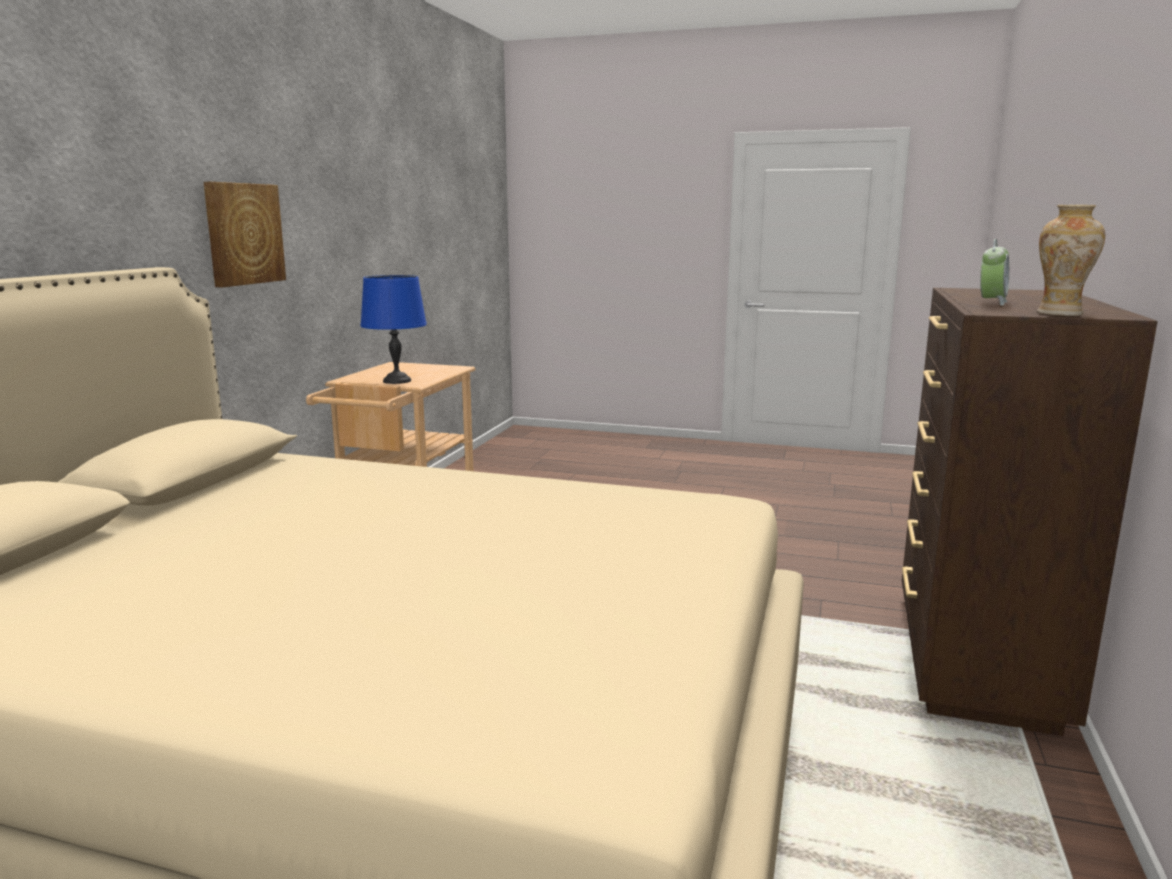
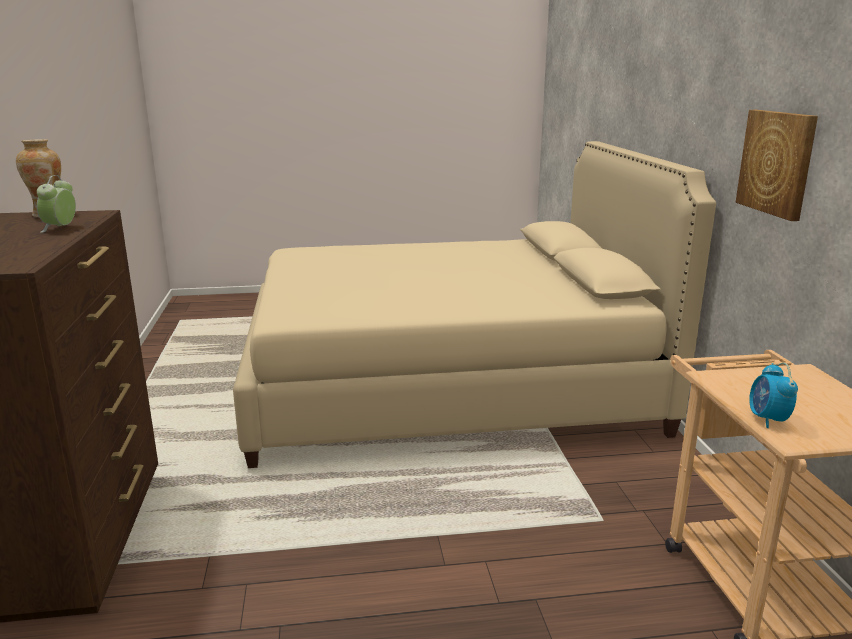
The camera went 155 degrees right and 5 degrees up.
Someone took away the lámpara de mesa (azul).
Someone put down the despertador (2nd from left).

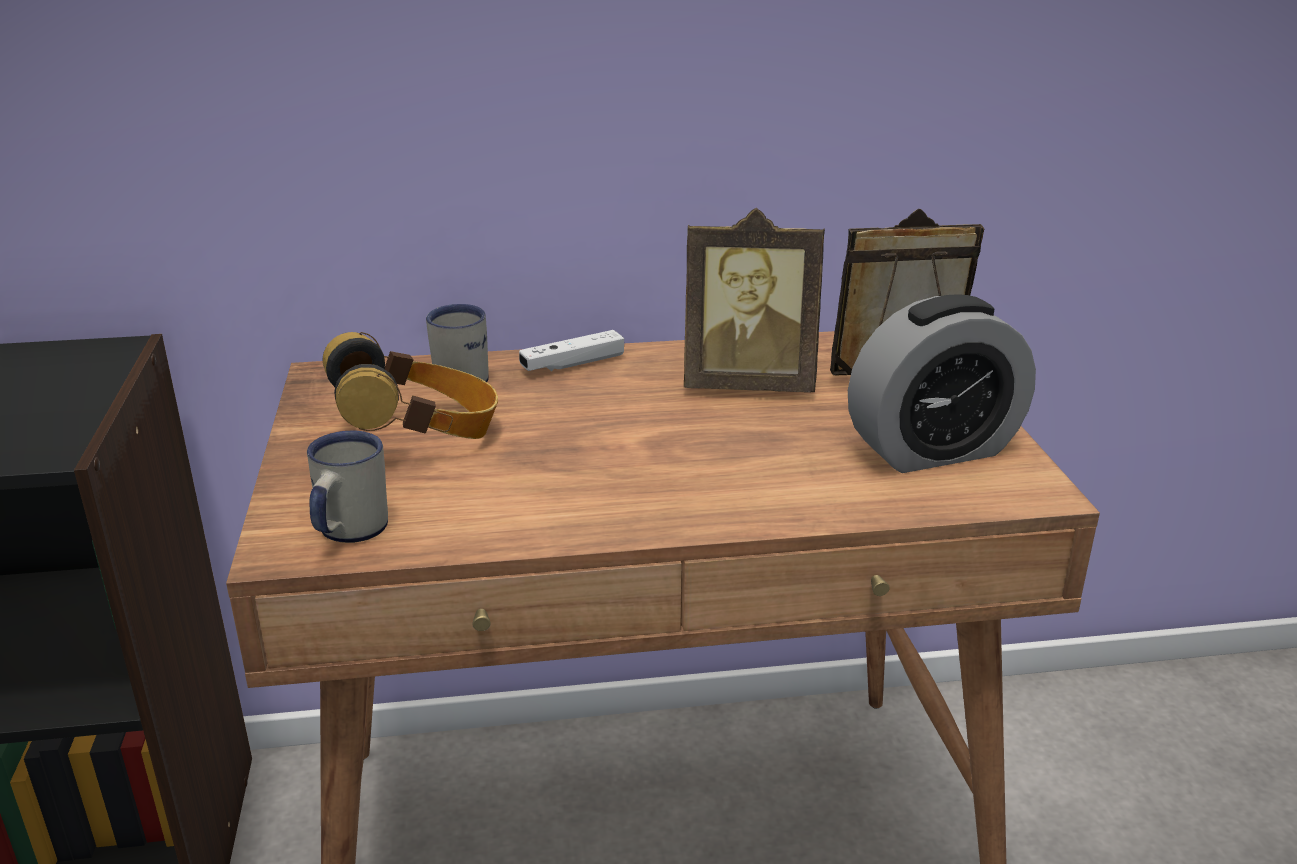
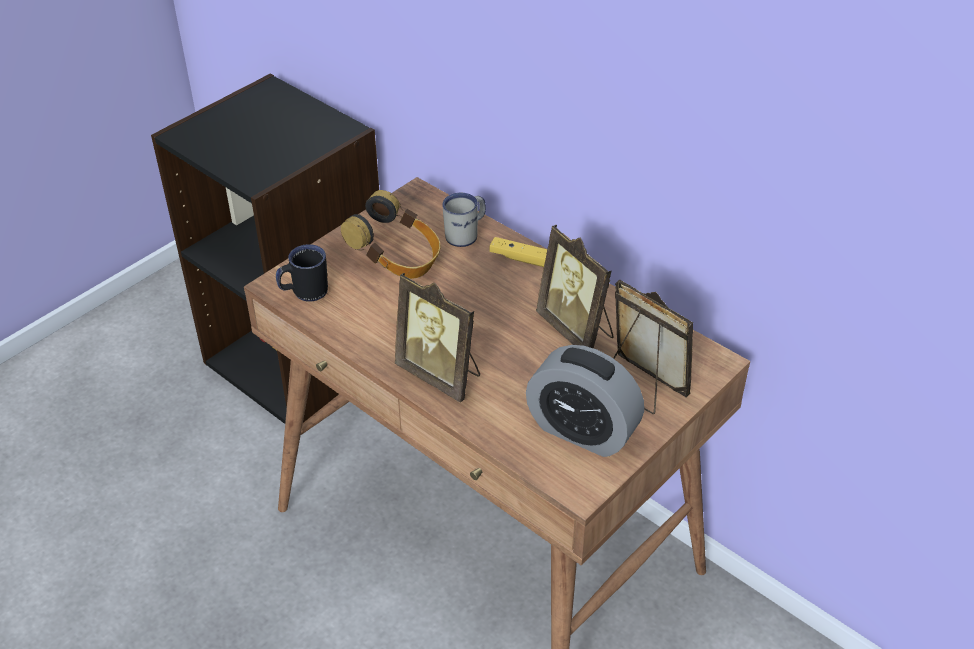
The camera went 50 degrees right and 15 degrees up.
Someone repainted the taza grande (blanco) (1st from left), which became the taza grande (negro).
Someone repainted the mando de consola (blanco), which became the mando de consola (amarillo).
Someone put down the portarretratos (1st from left).

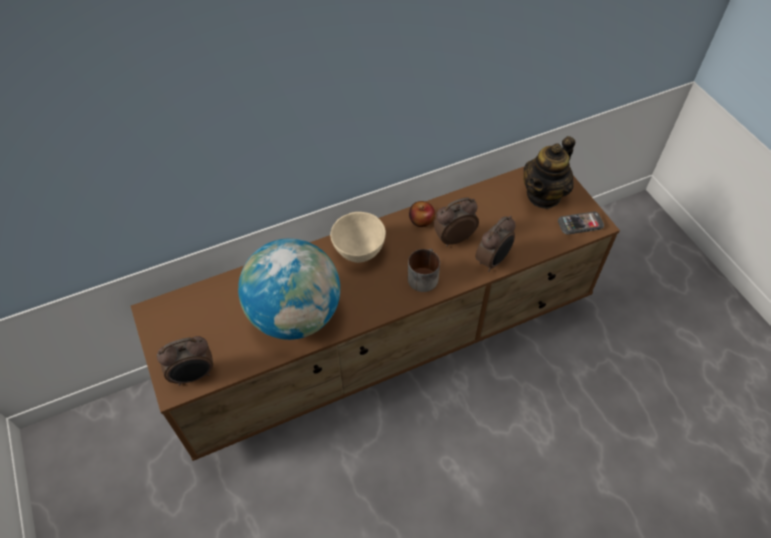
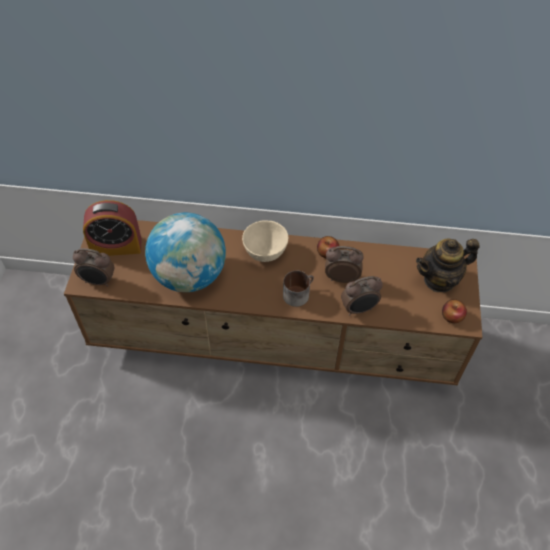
The camera went 30 degrees right and 0 degrees up.
Someone swapped the móvil for the manzana (2nd from left).
Someone put down the despertador (2nd from left).

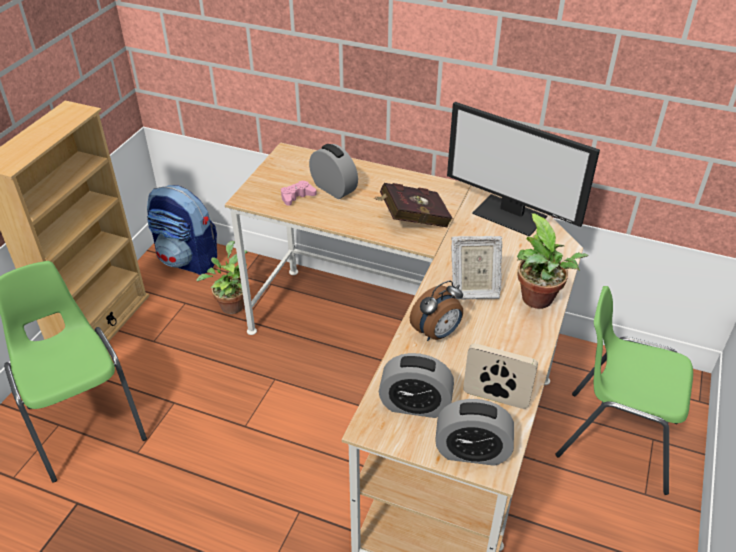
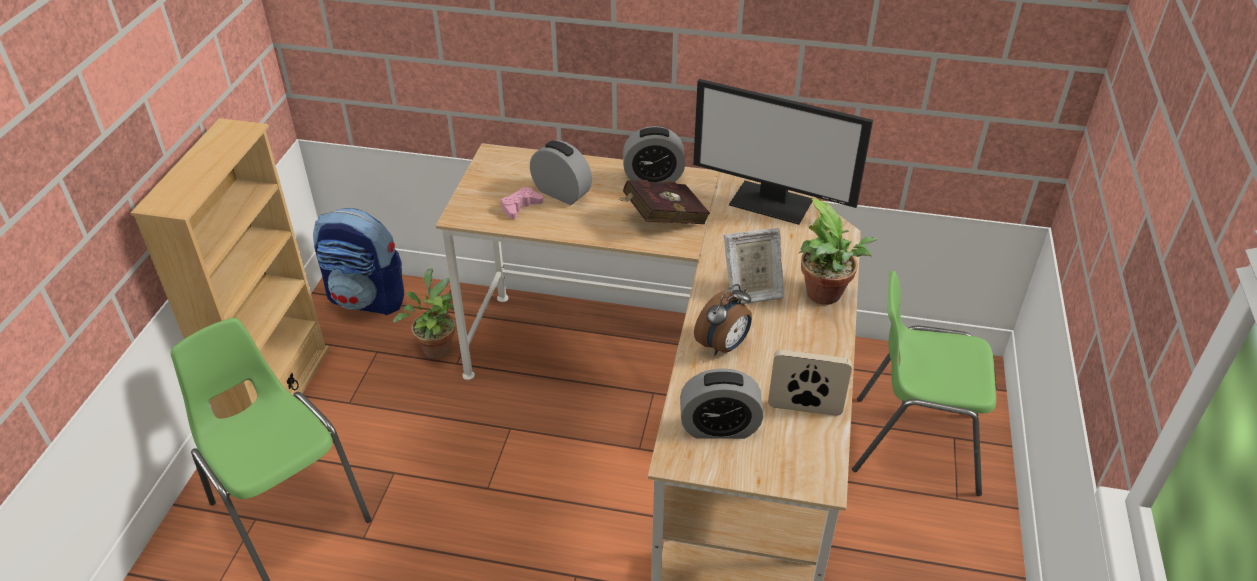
The camera went 10 degrees left and 0 degrees up.
Someone carried the despertador (4th from left in the first image).

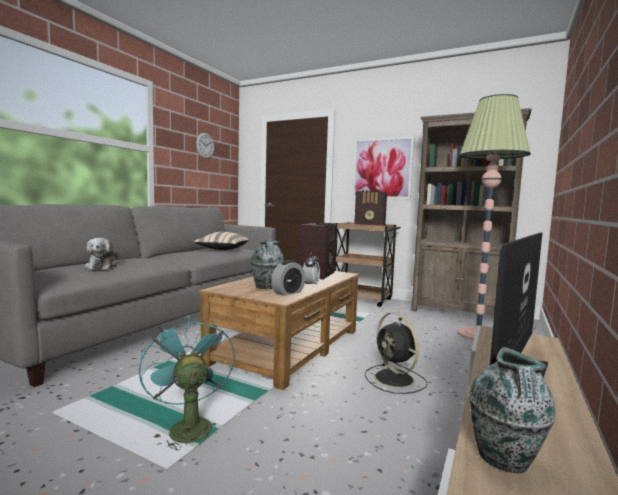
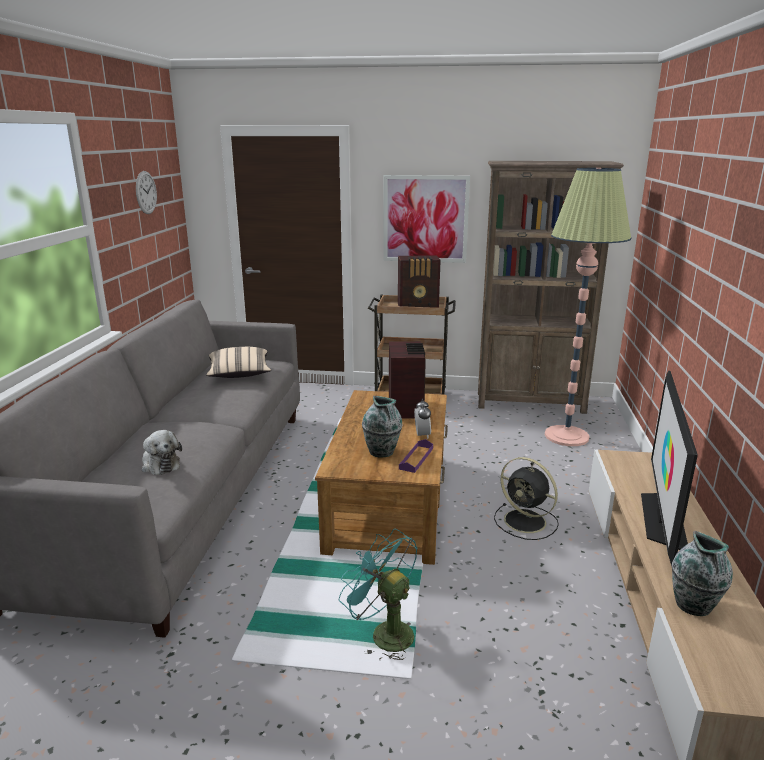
The camera went 20 degrees left and 15 degrees up.
Someone swapped the despertador (1st from left) for the bandeja (morado).

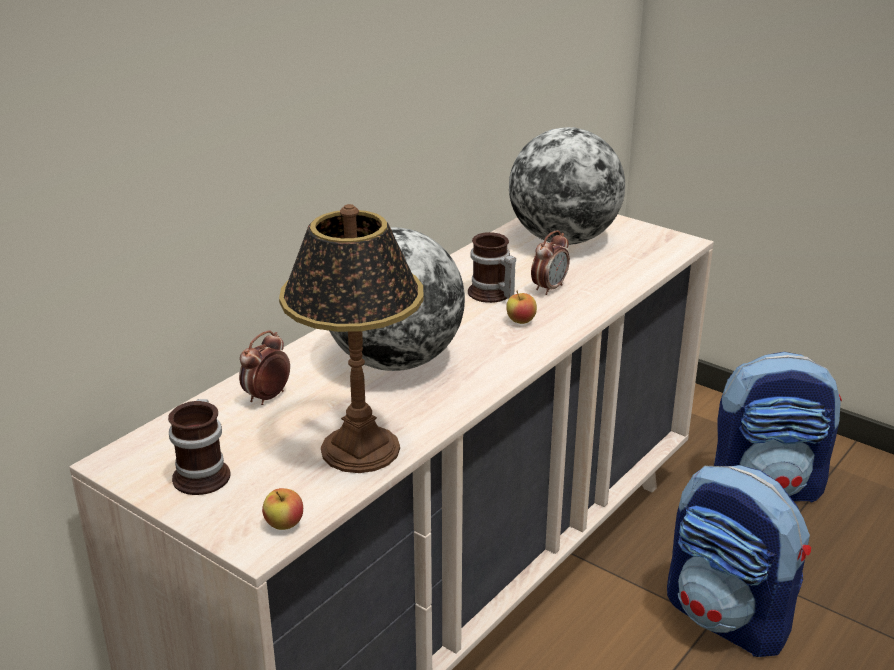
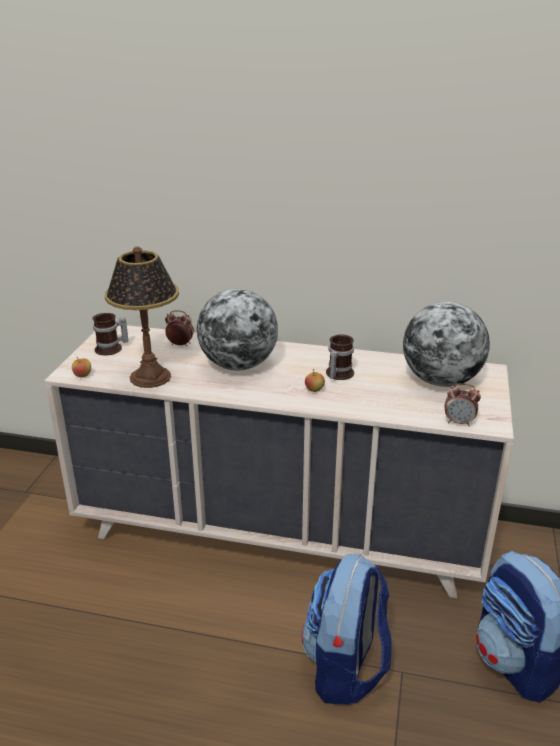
The camera went 65 degrees right and 0 degrees up.
Someone carried the despertador (2nd from left).

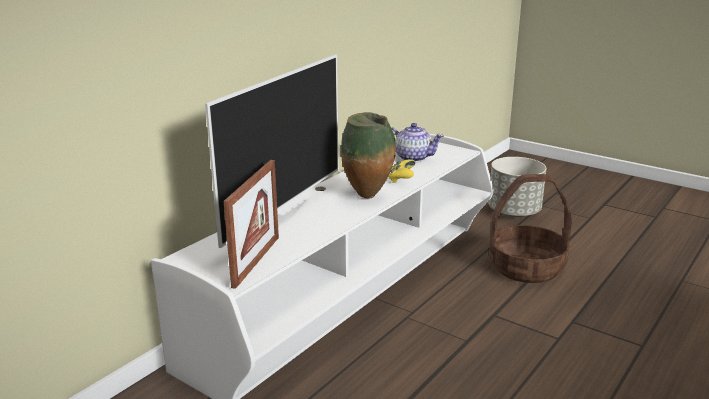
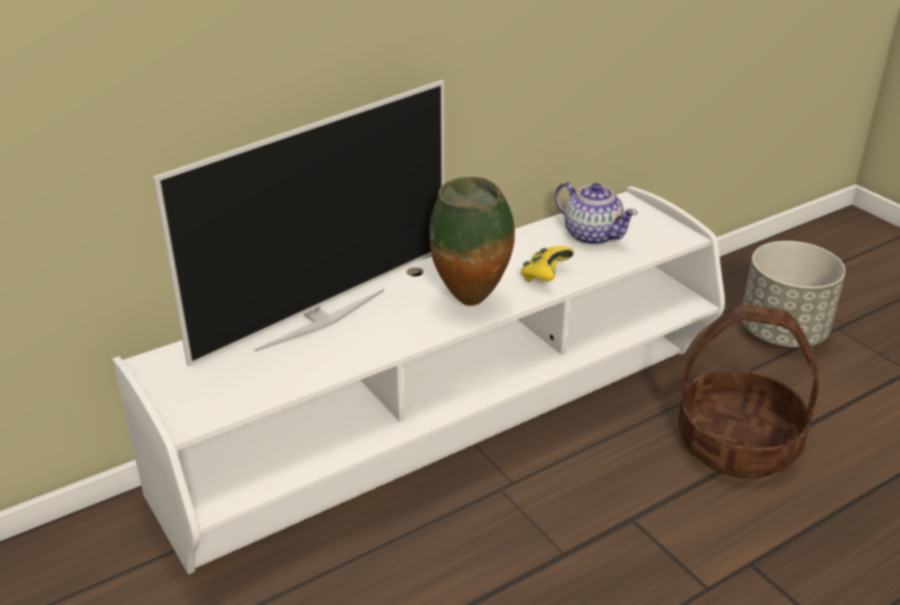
The camera went 20 degrees right and 10 degrees up.
Someone took away the portarretratos.

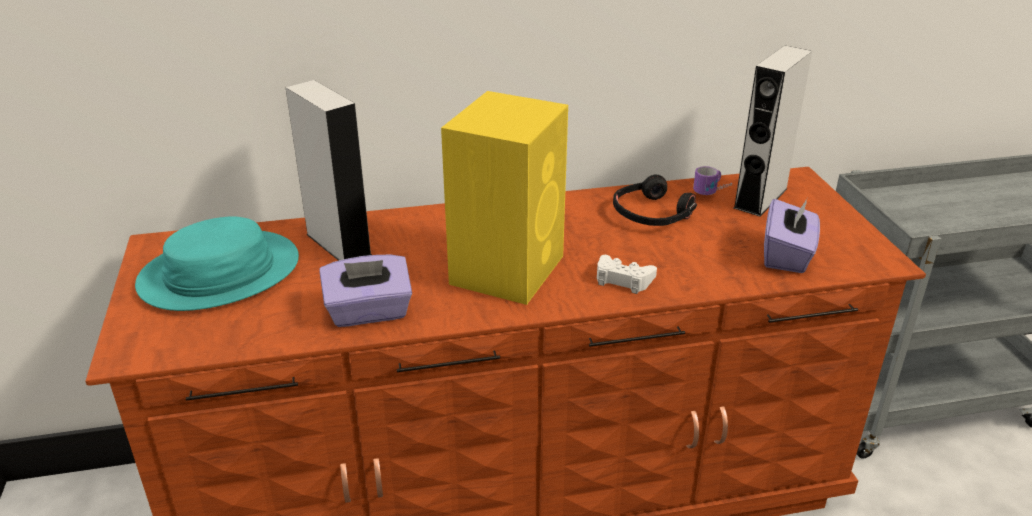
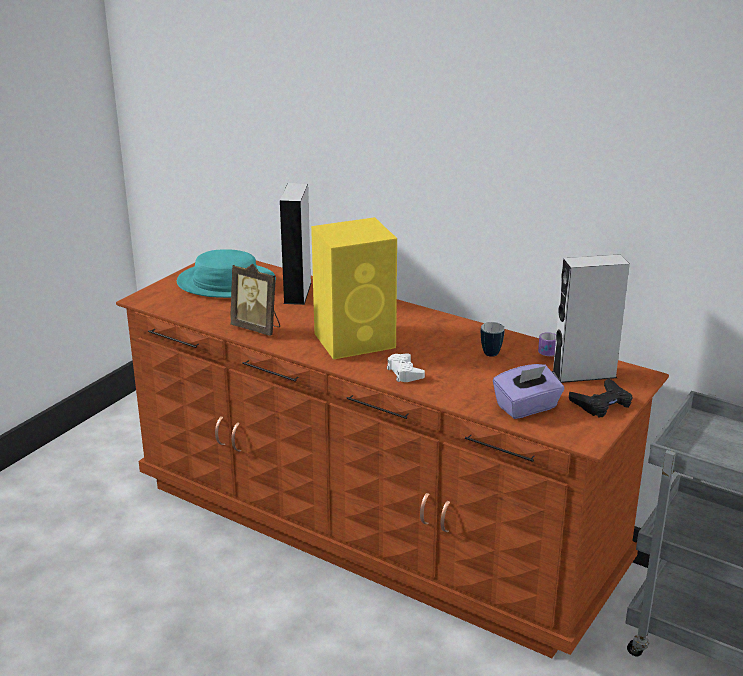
The camera went 45 degrees right and 5 degrees down.
Someone swapped the caja de pañuelos (morado) (1st from left) for the portarretratos.
Someone swapped the auriculares (negro) for the taza grande (1st from left).
Someone put down the mando de consola (negro).

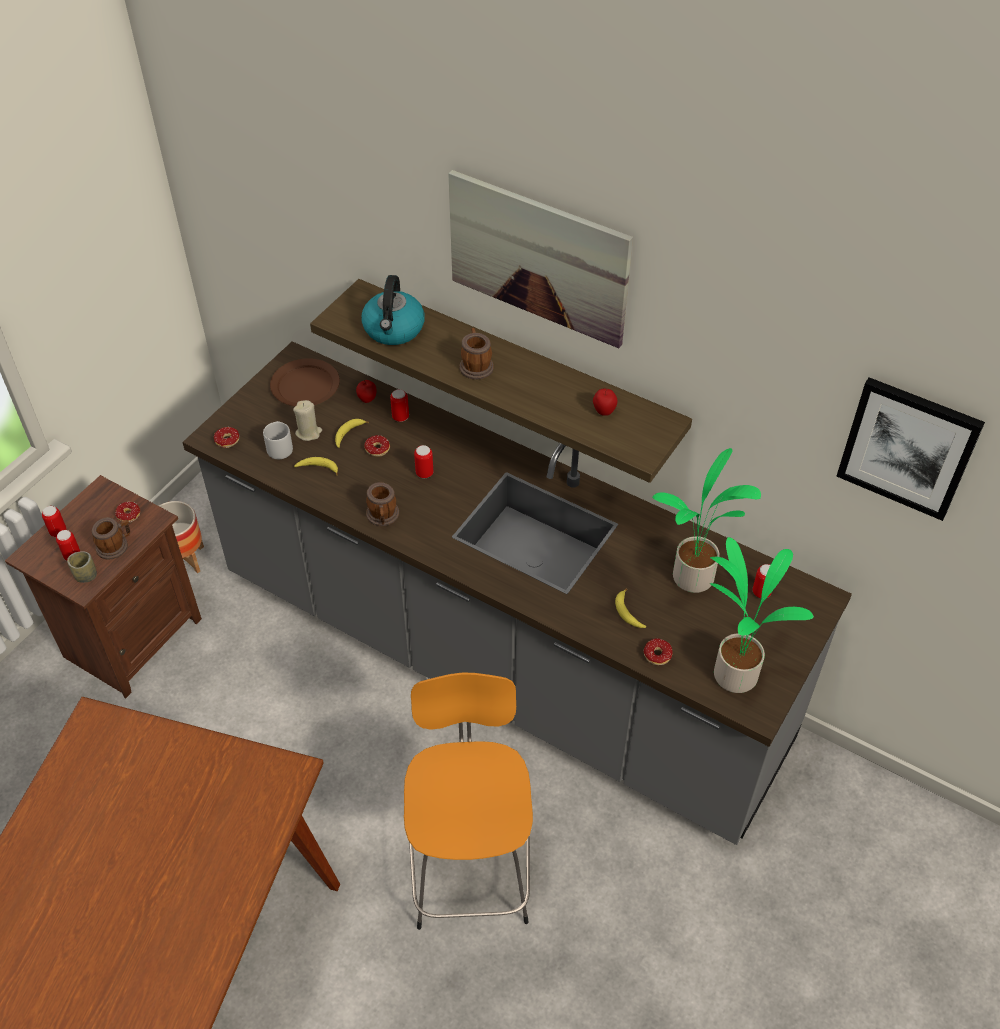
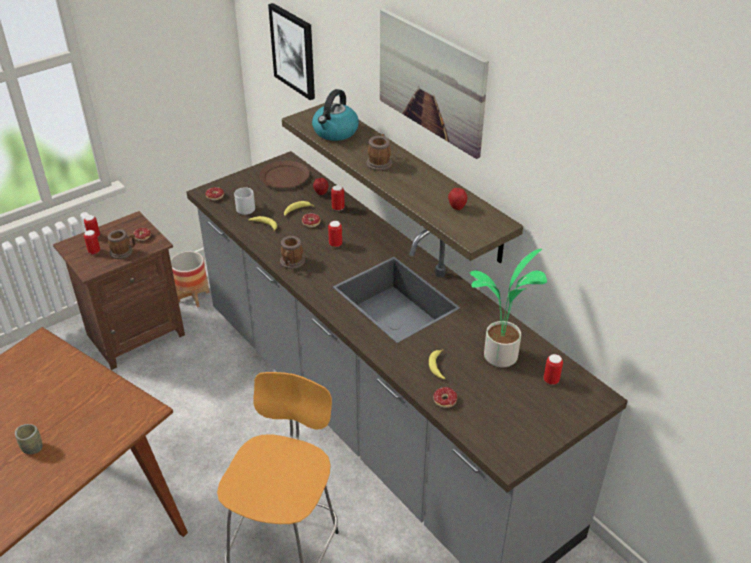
The camera went 20 degrees right and 10 degrees down.
Someone carried the taza.
Someone took away the vela (beis).
Someone took away the planta en maceta (2nd from left).
Someone carried the cuadro (2nd from left in the first image).

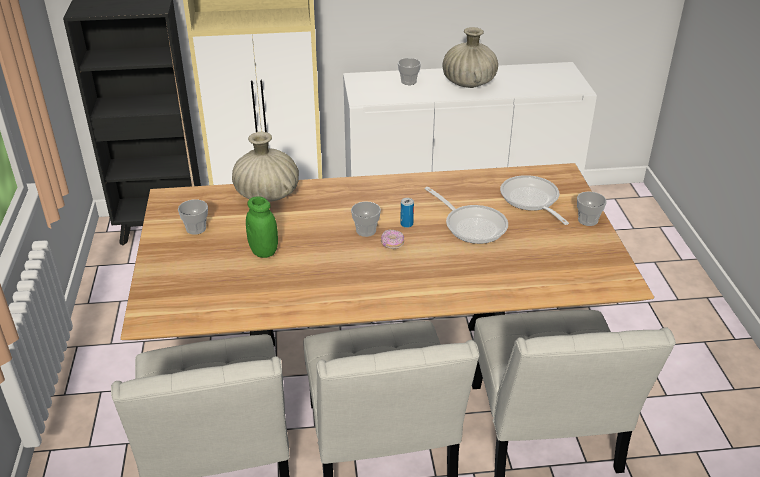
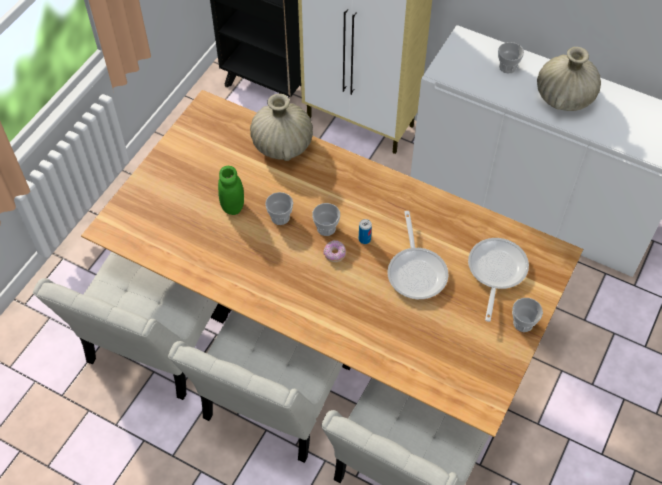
The camera went 35 degrees right and 20 degrees up.
Someone carried the taza (1st from left).

